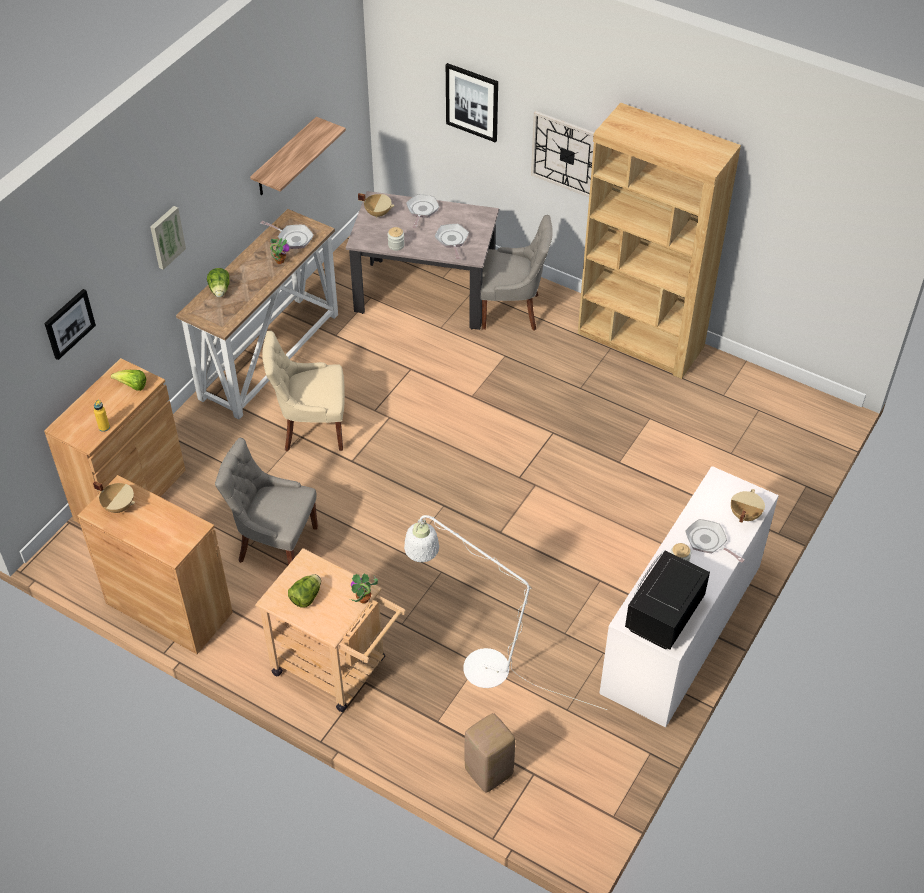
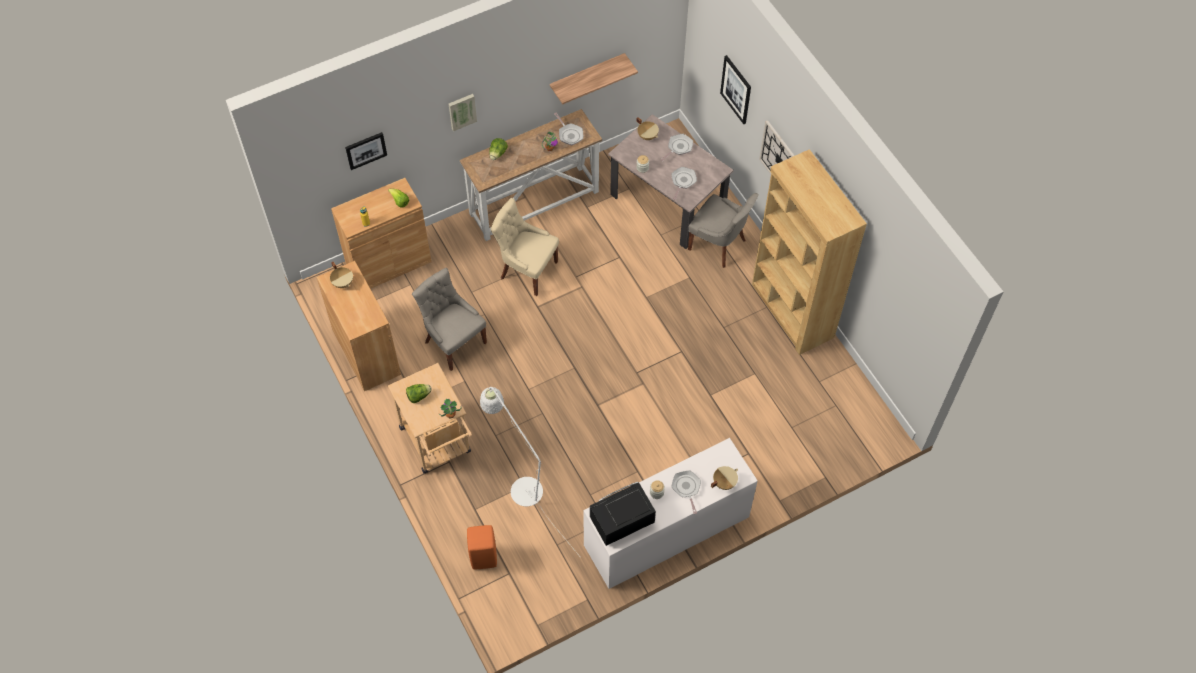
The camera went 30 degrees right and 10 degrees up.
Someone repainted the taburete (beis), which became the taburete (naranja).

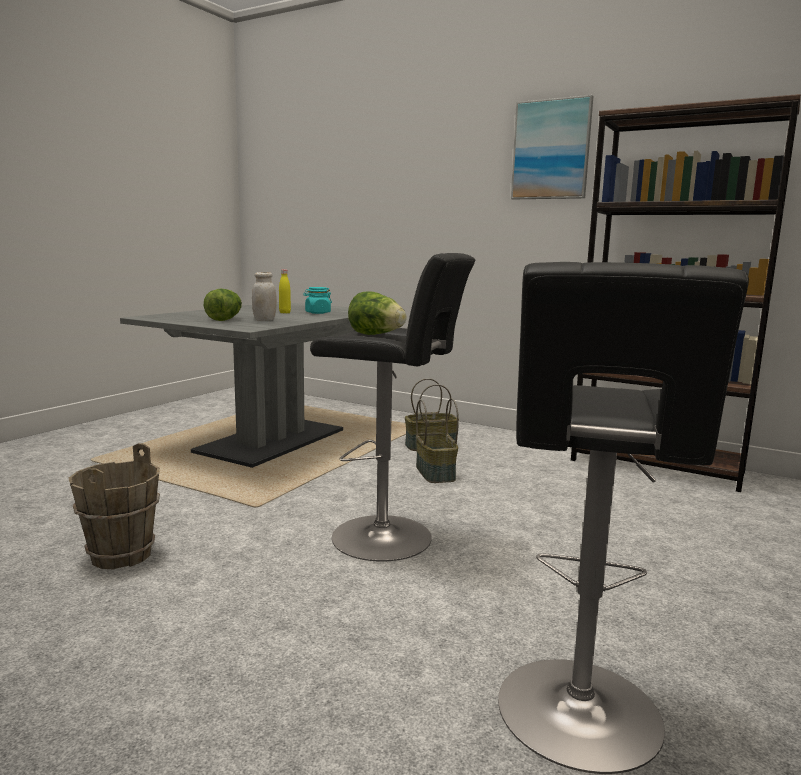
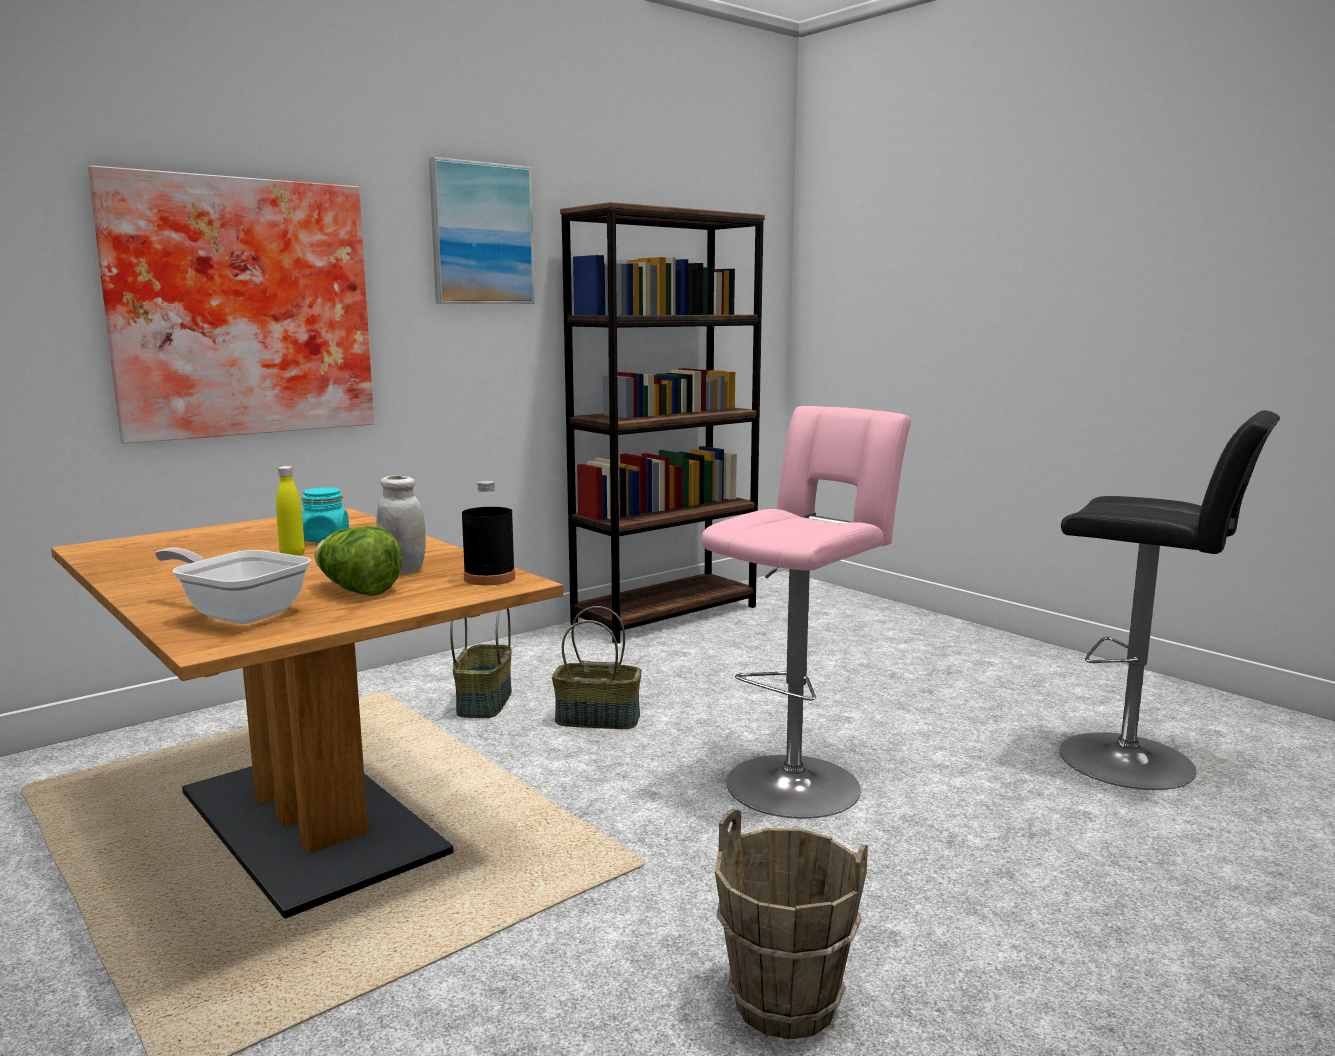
The camera went 70 degrees left and 0 degrees up.
Someone repainted the mesa de comedor (gris), which became the mesa de comedor (marrón).
Someone repainted the taburete (negro) (1st from left), which became the taburete (rosa).
Someone took away the lechuga (2nd from left).
Someone put up the cuadro (1st from left).
Someone put down the sartén.
Someone put down the botella (negro).

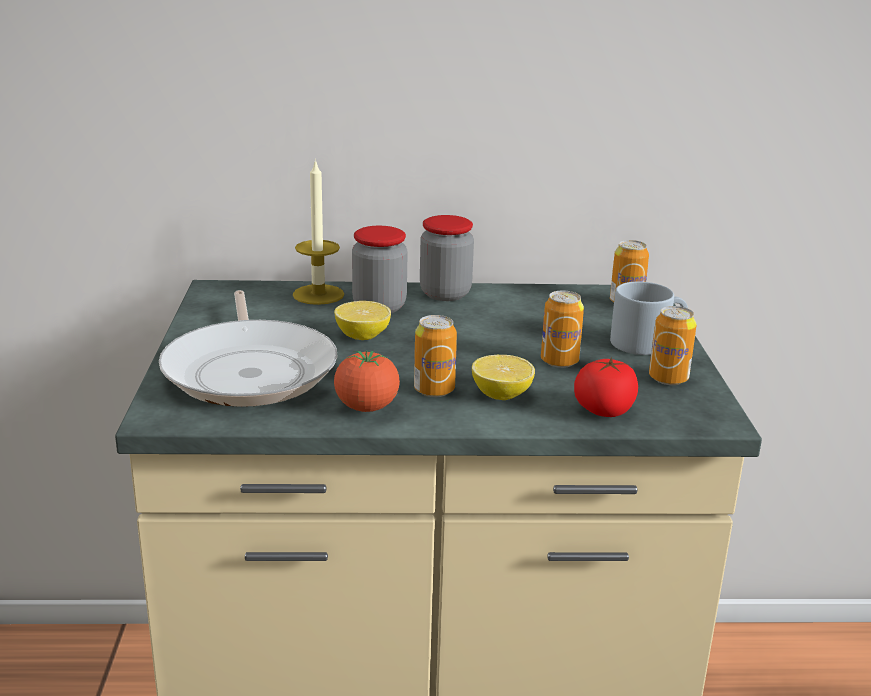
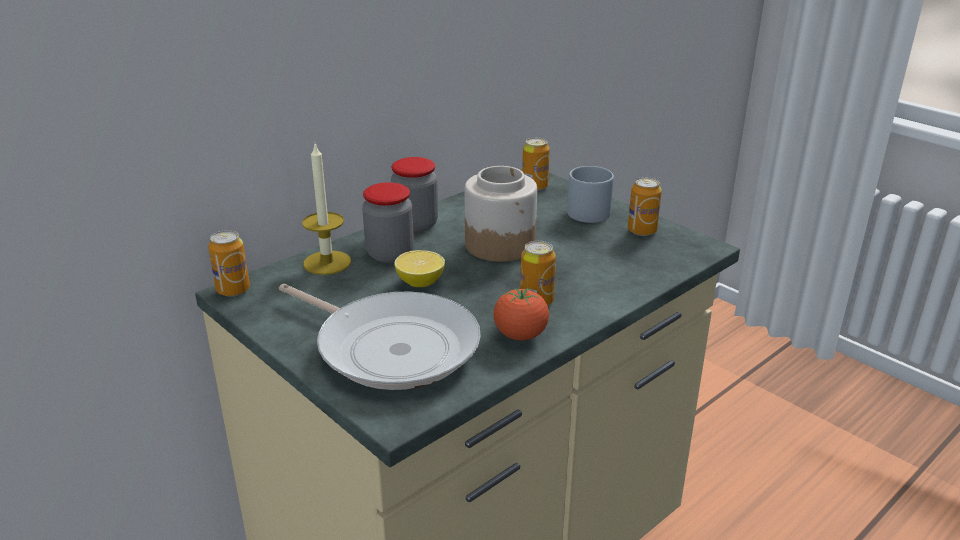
The camera went 40 degrees left and 5 degrees up.
Someone took away the limón (2nd from left).
Someone carried the lata (2nd from left in the first image).
Someone took away the tomate (2nd from left).
Someone put down the tarro (3rd from left).

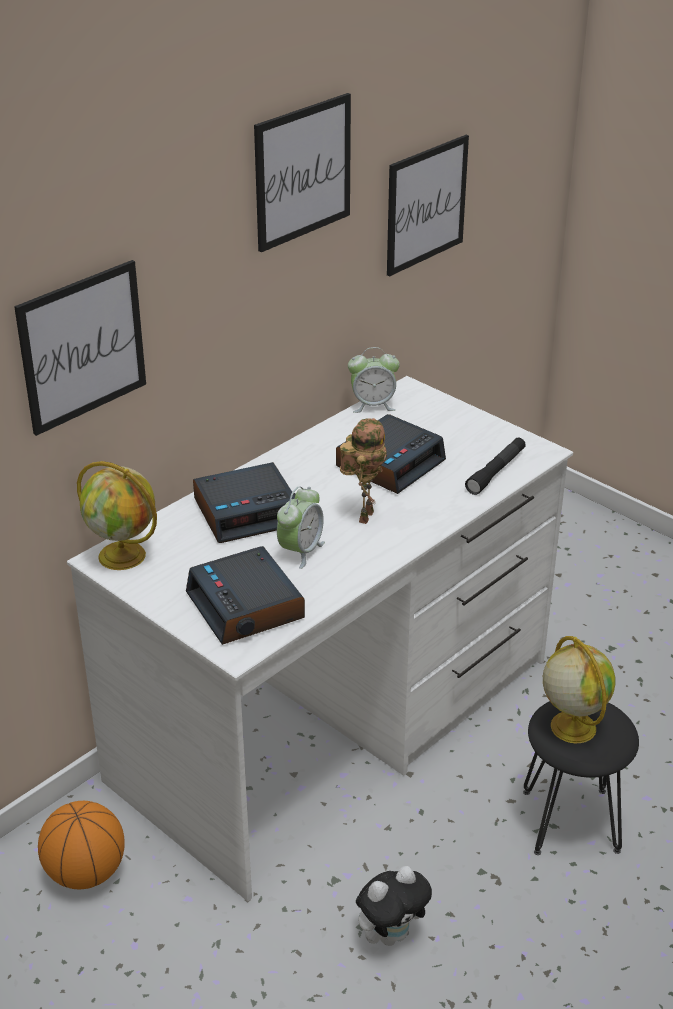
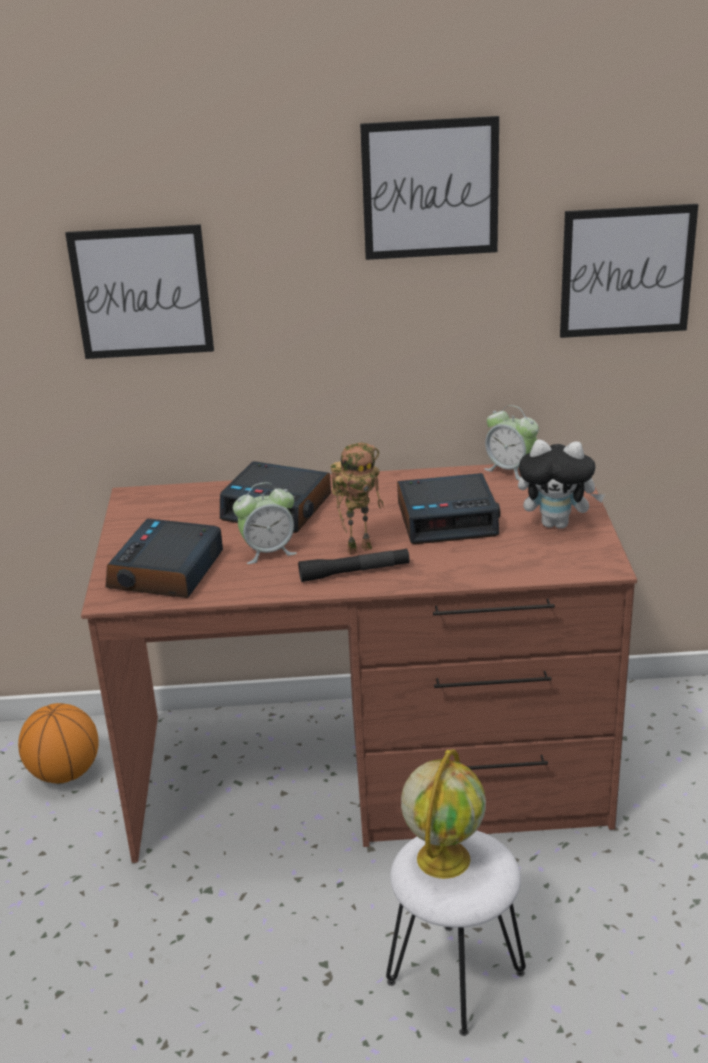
The camera went 45 degrees right and 5 degrees down.
Someone repainted the escritorio (blanco), which became the escritorio (marrón).
Someone took away the globo terráqueo (1st from left).
Someone carried the peluche.
Someone carried the linterna (negro).
Someone repainted the taburete (negro), which became the taburete (blanco).

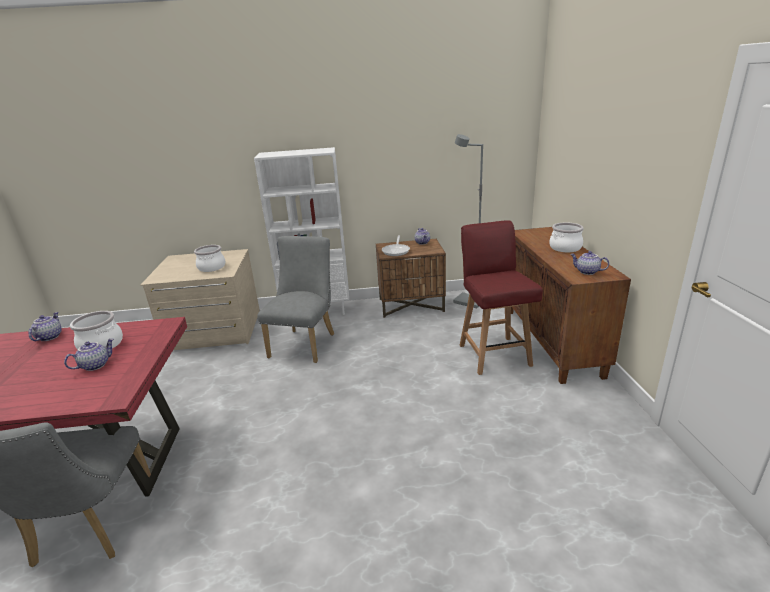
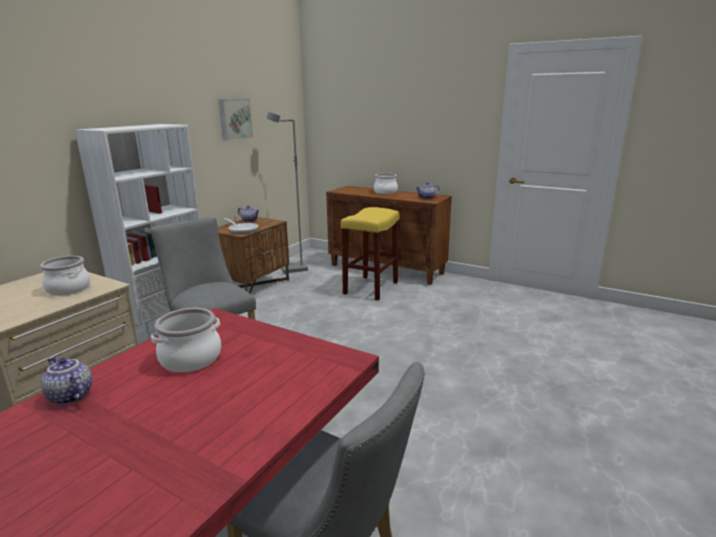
The camera went 55 degrees left and 5 degrees down.
Someone took away the tetera (2nd from left).
Someone swapped the silla (rojo) for the taburete (amarillo).
Someone put up the cuadro.

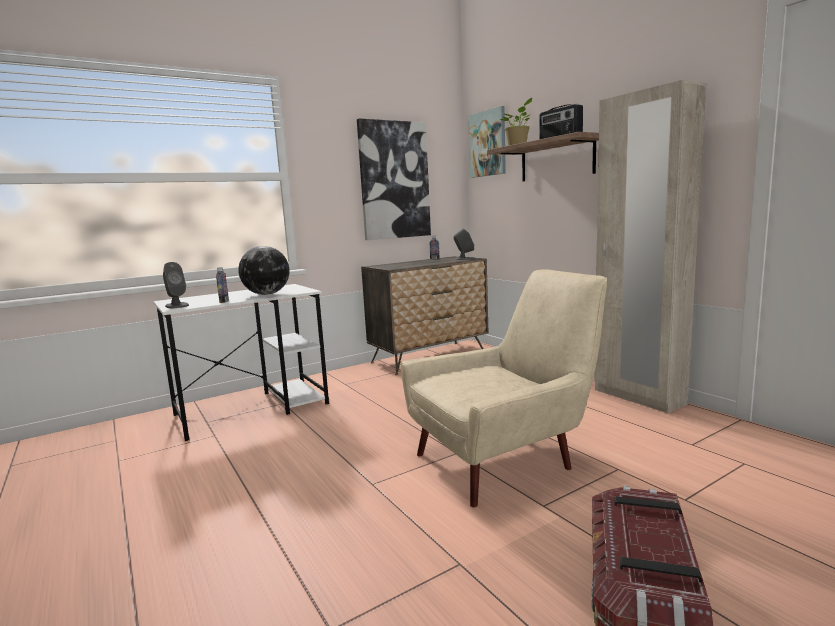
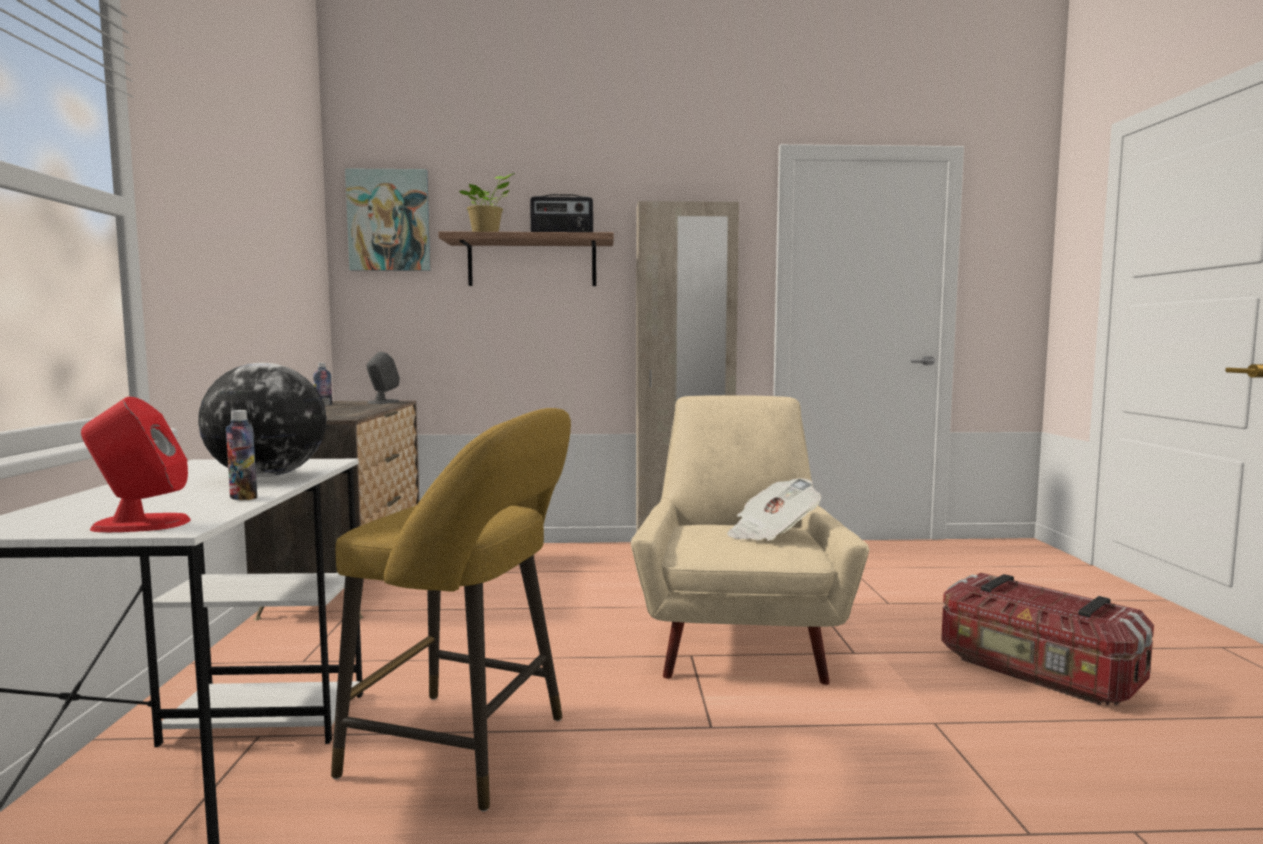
The camera went 60 degrees left and 5 degrees down.
Someone repainted the altavoz (gris) (1st from left), which became the altavoz (rojo).
Someone took away the cuadro (1st from left).
Someone put down the taburete (amarillo).
Someone put down the periódico.

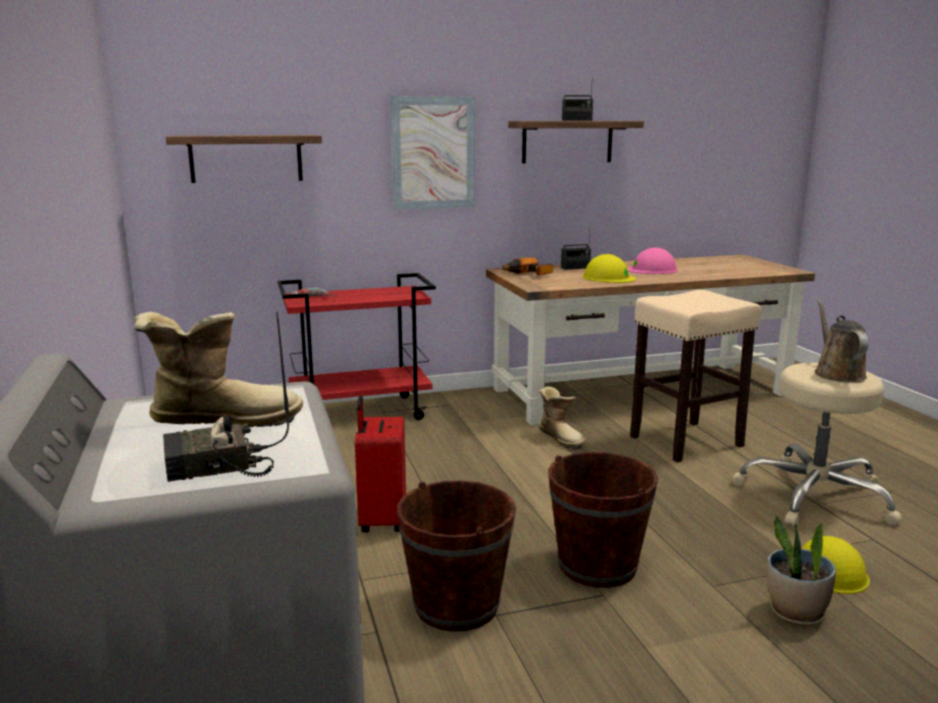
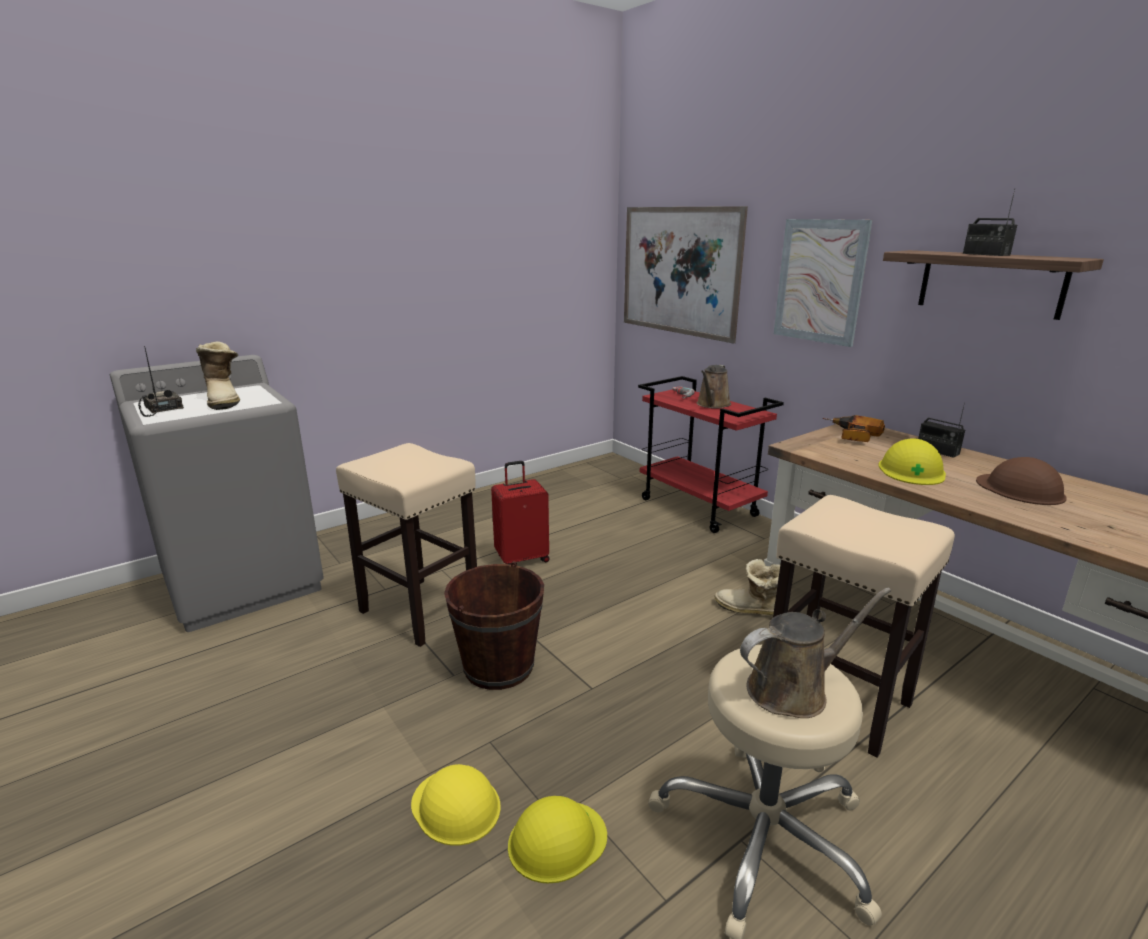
The camera went 70 degrees right and 5 degrees up.
Someone swapped the estante (1st from left) for the cuadro (1st from left).
Someone swapped the cubo (marrón) (1st from left) for the taburete (beis) (1st from left).
Someone rotated the bota (2nd from left) by 75 degrees clockwise.
Someone repainted the casco (rosa), which became the casco (marrón).
Someone swapped the planta en maceta for the casco (amarillo) (1st from left).
Someone put down the regadera (marrón) (1st from left).

